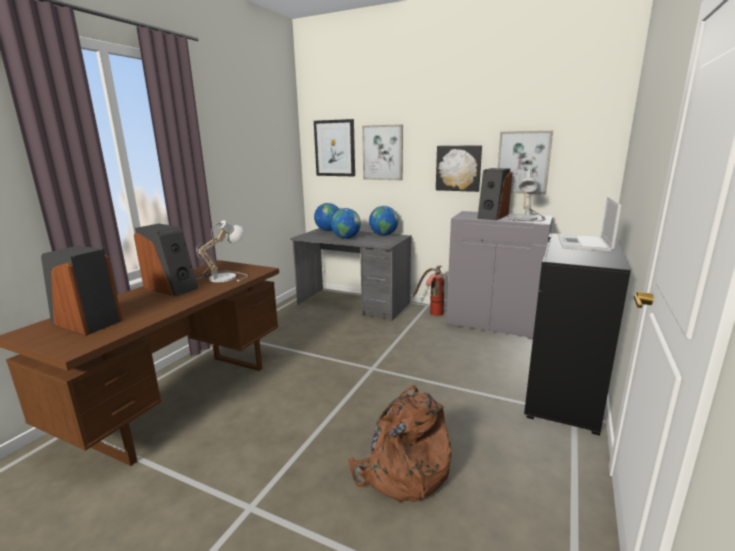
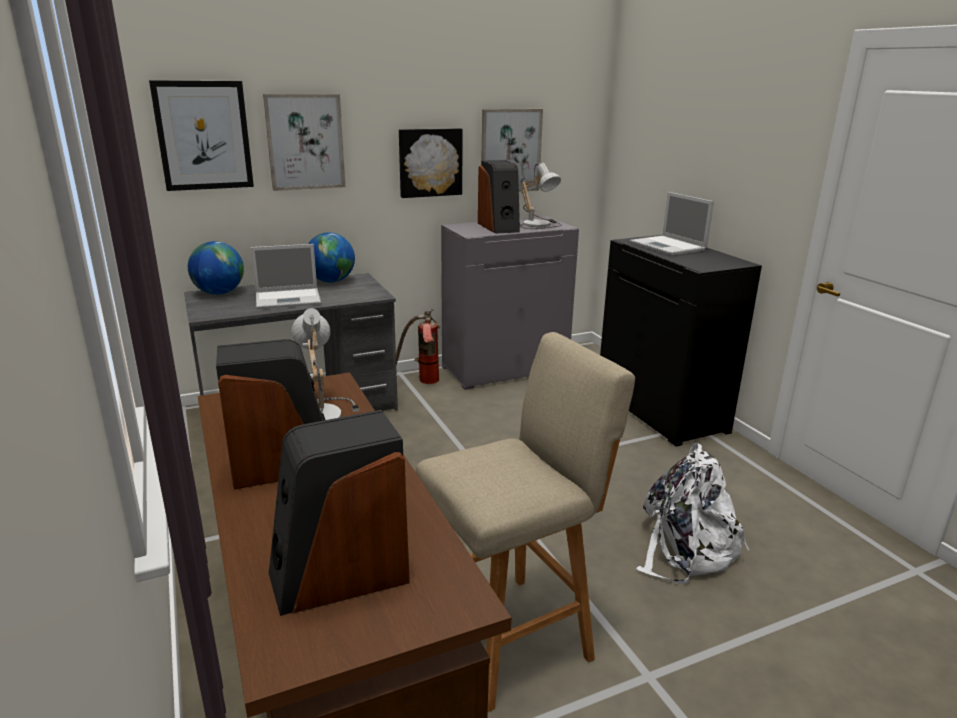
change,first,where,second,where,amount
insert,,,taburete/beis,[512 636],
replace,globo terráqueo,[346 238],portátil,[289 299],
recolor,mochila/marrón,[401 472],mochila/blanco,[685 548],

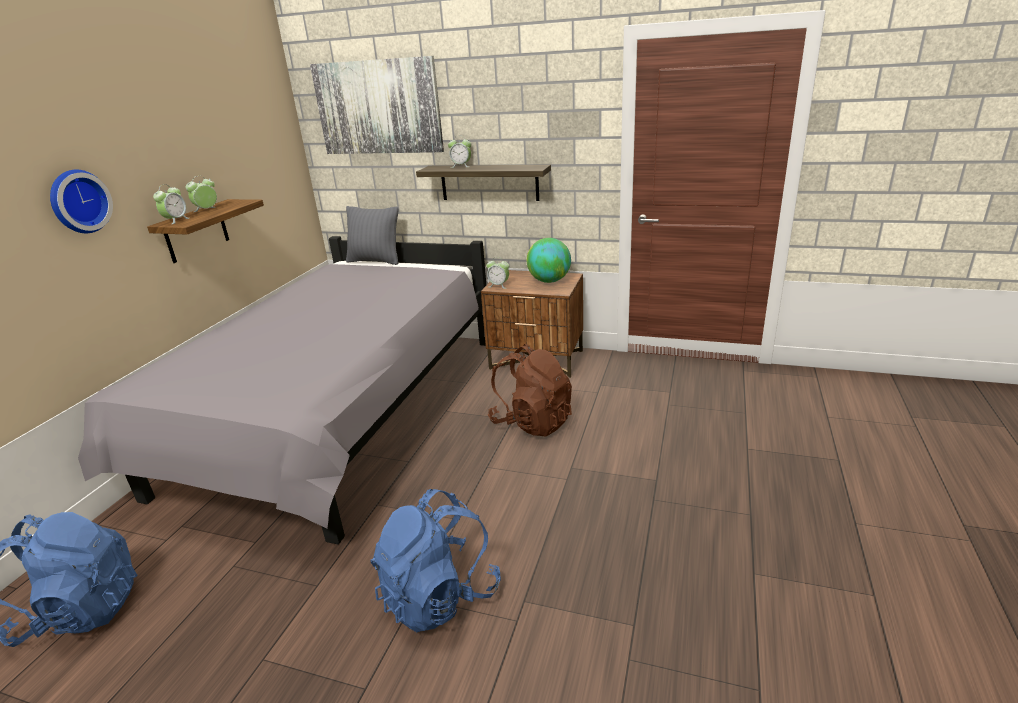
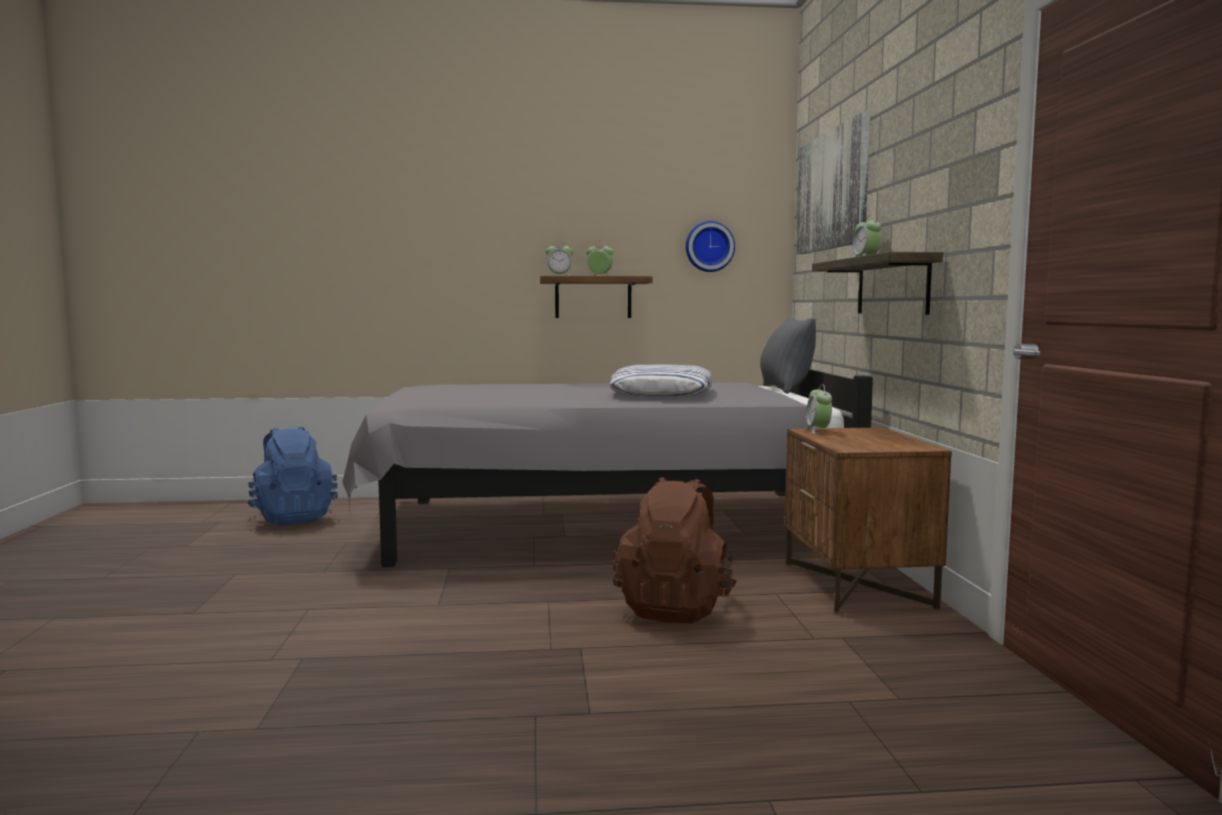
change,first,where,second,where,amount
delete,mochila/azul,[439 595],,,
delete,globo terráqueo,[549 281],,,
insert,,,cojín,[662 392],
move,reloj de pared,[78 201],,[709 247],

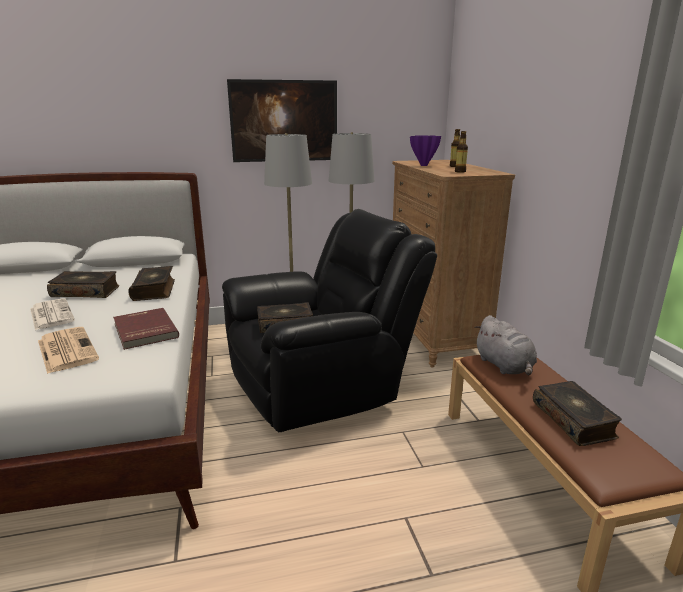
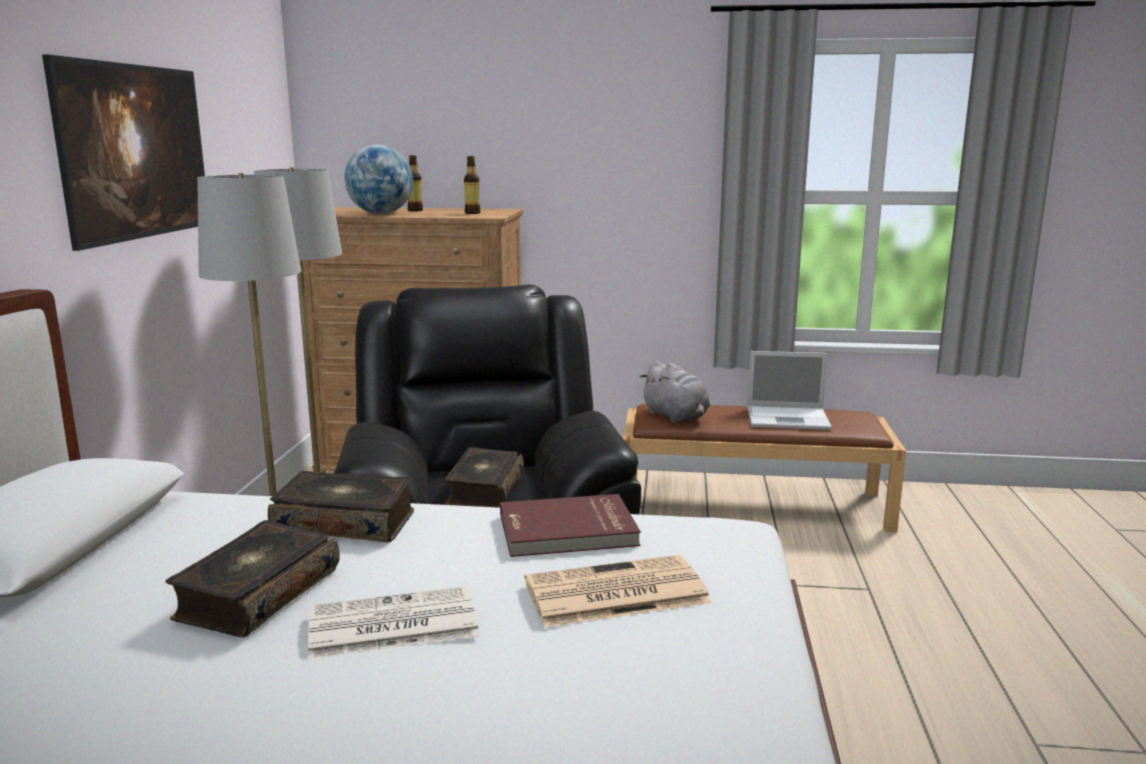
change,first,where,second,where,amount
replace,florero/morado,[424 165],globo terráqueo,[381 214],
replace,libro,[574 420],portátil,[789 418],
rotate,peluche/gris,[504 366],,[676 417],60 degrees clockwise

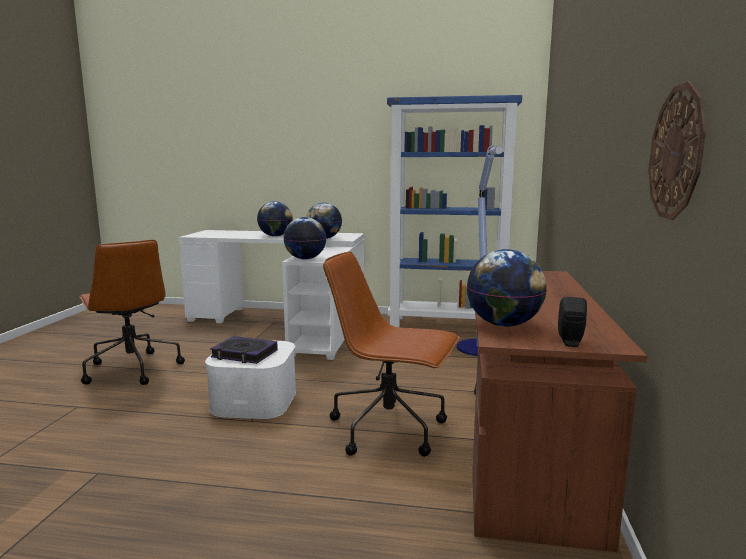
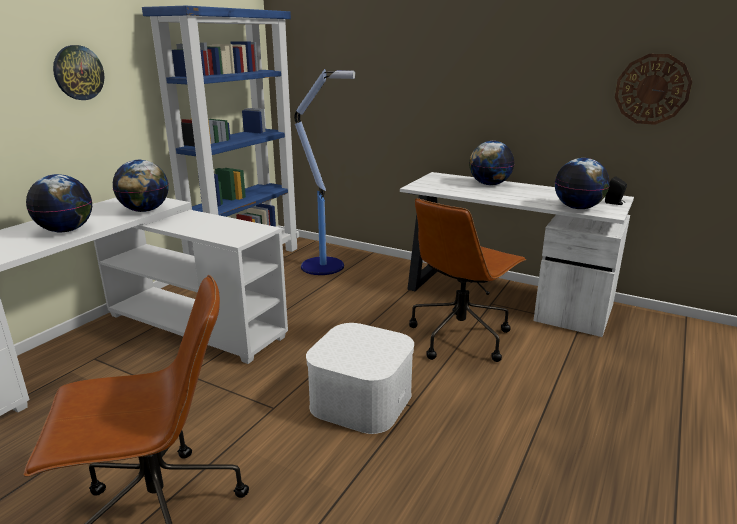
change,first,where,second,where,amount
delete,libro,[244 354],,,
insert,,,reloj de pared,[78 73],
move,globo terráqueo,[305 259],,[489 184],
recolor,escritorio/marrón,[525 446],escritorio/blanco,[503 296],

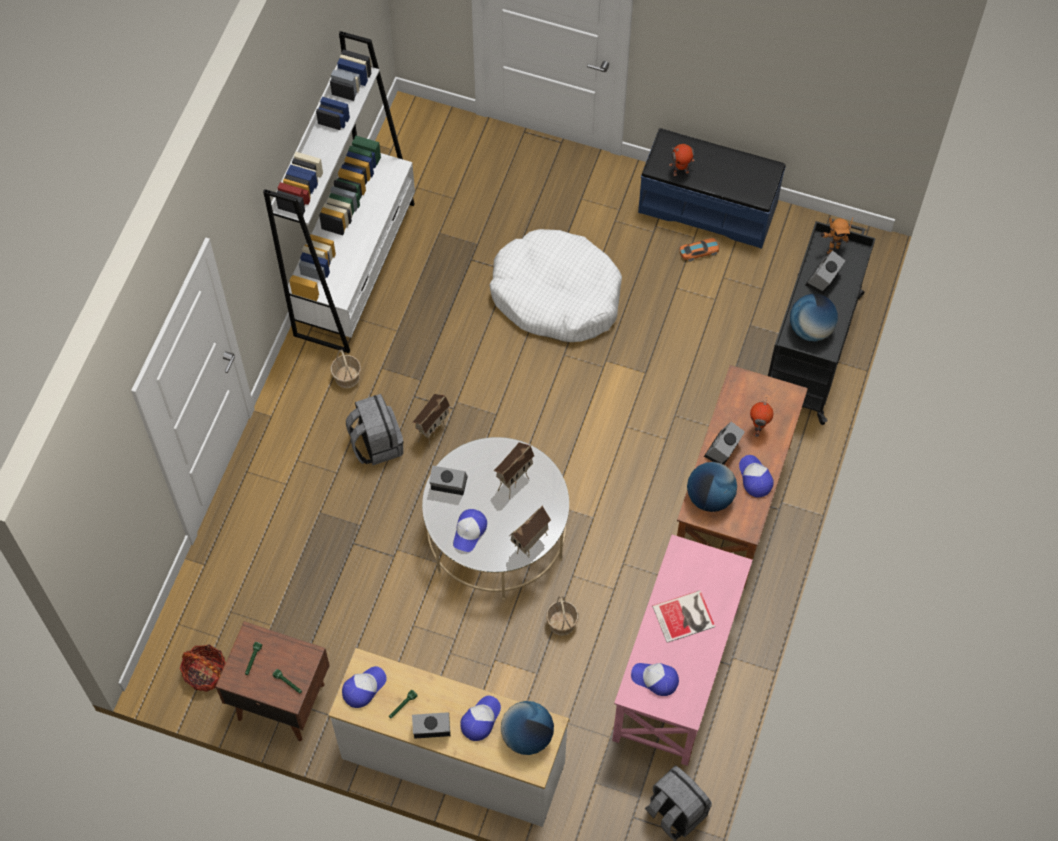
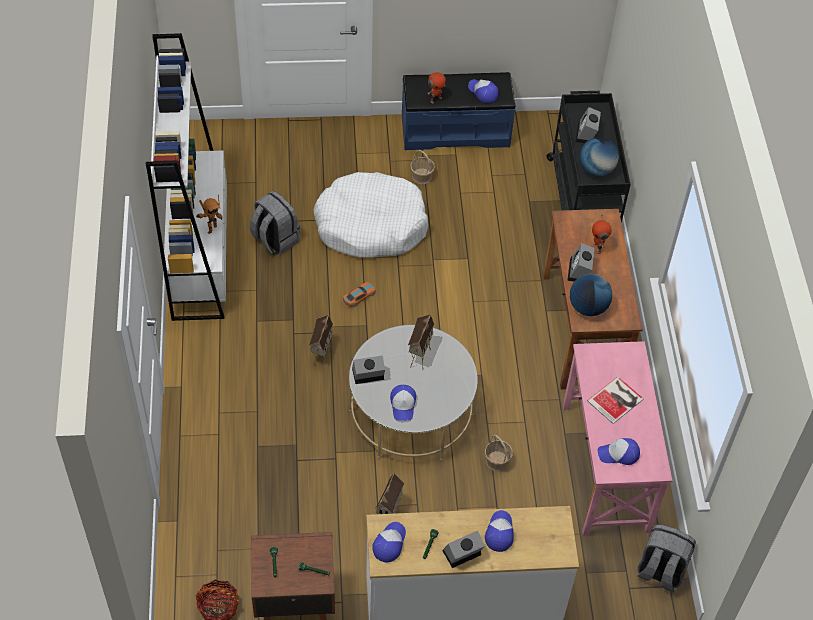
change,first,where,second,where,amount
delete,globo terráqueo,[527 736],,,
move,cesta,[347 377],,[422 176],
move,mochila/gris,[376 443],,[275 239],
move,casita,[530 544],,[389 513],
move,coche de juguete,[699 251],,[359 296],
move,gorra,[754 478],,[483 92],
move,robot de juguete,[831 248],,[210 228],

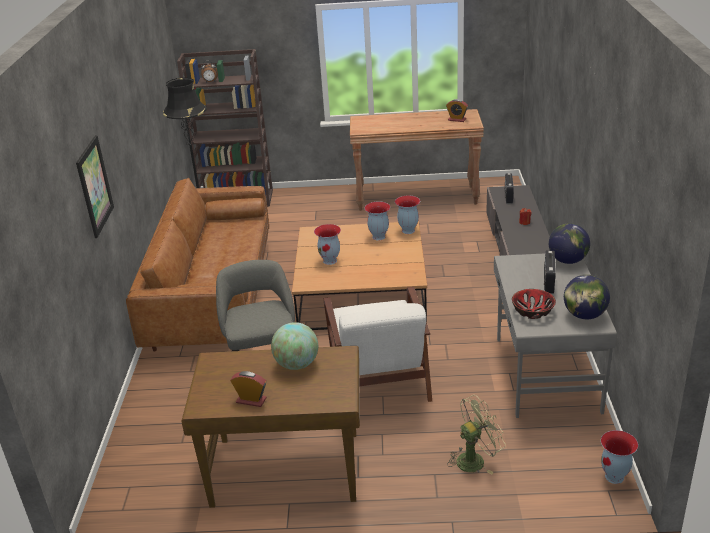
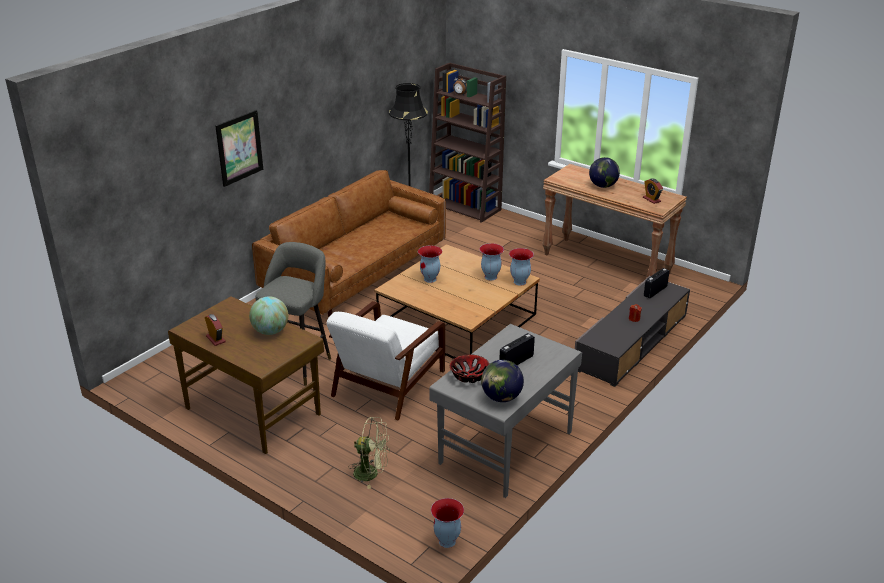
change,first,where,second,where,amount
move,globo terráqueo,[567 261],,[603 186],

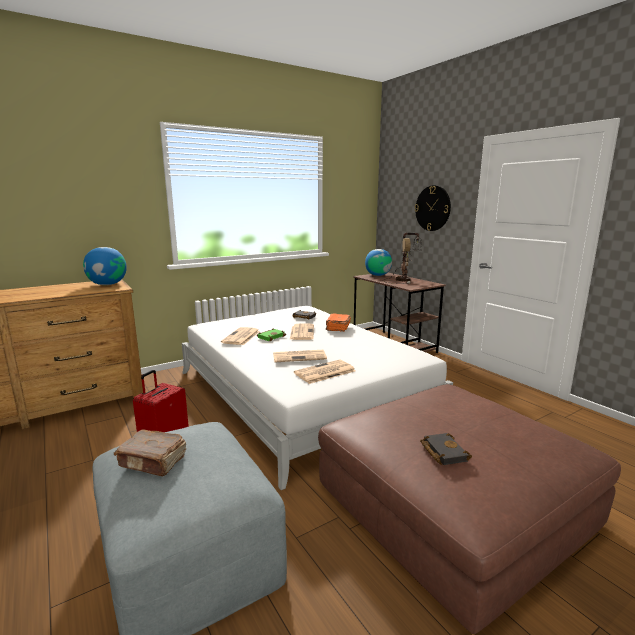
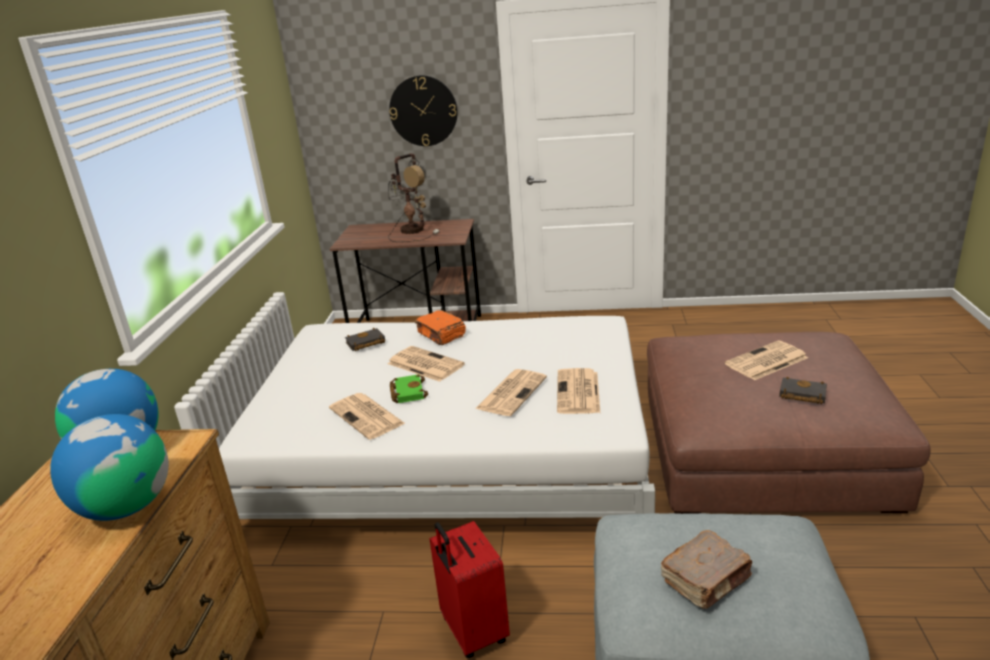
change,first,where,second,where,amount
insert,,,periódico,[766 361],
move,globo terráqueo,[377 275],,[126 507],

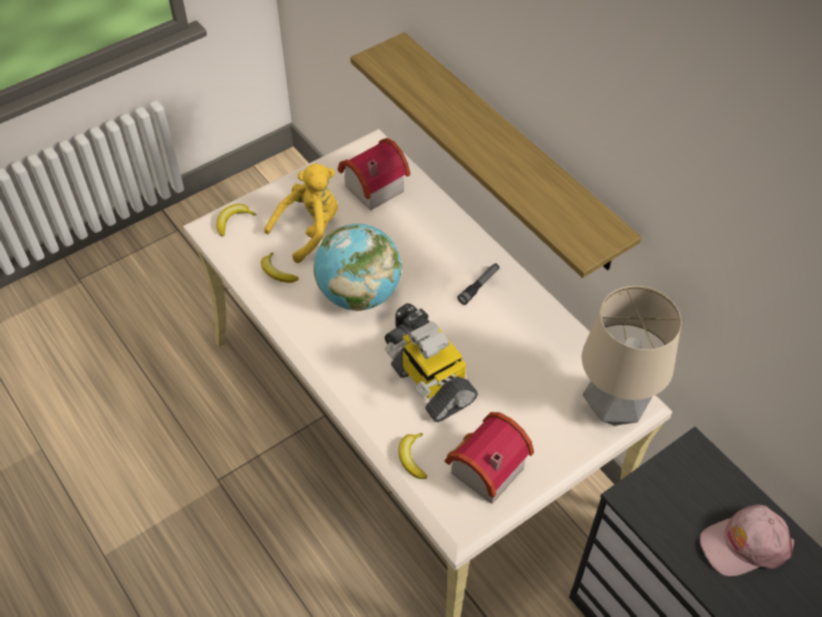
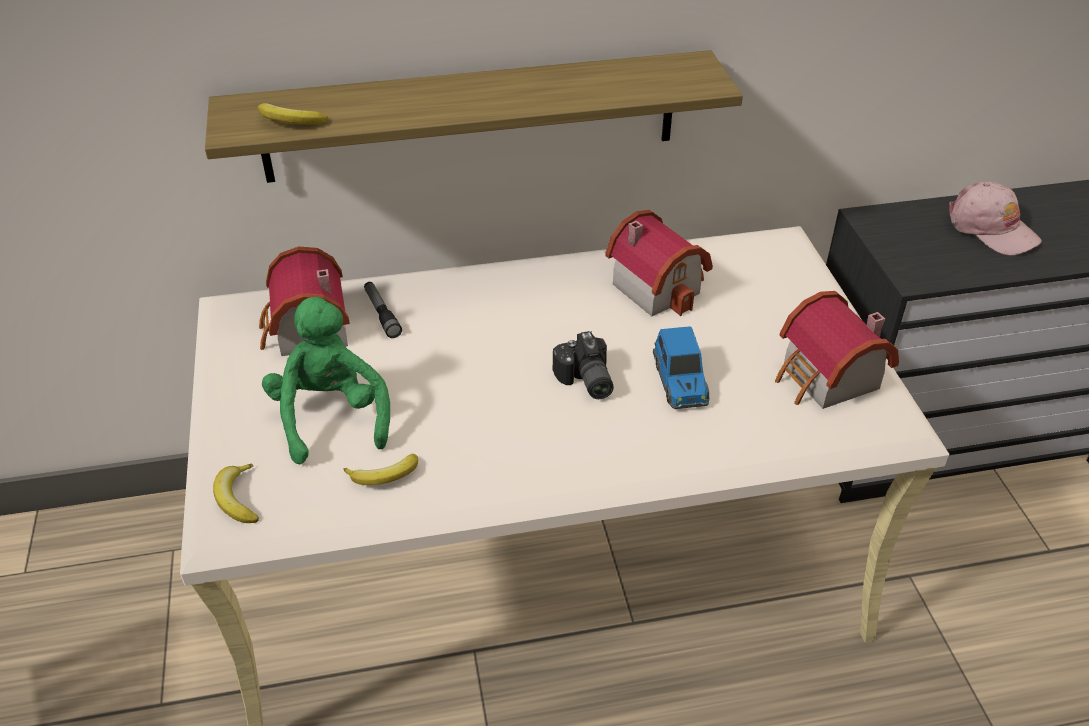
change,first,where,second,where,amount
delete,globo terráqueo,[359 294],,,
delete,lámpara de mesa,[613 410],,,
insert,,,casita,[658 285],
move,plátano,[412 458],,[290 122],
move,linterna,[479 286],,[382 314],
replace,robot de juguete,[431 385],coche de juguete,[680 383],
recolor,peluche/amarillo,[309 230],peluche/verde,[331 417],
rotate,gorra/rosa,[744 544],,[991 228],45 degrees counterclockwise

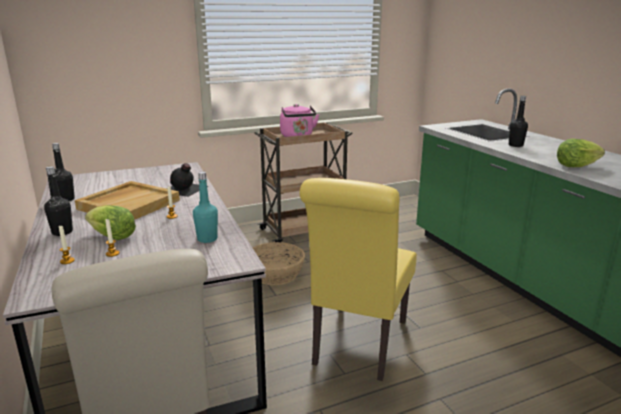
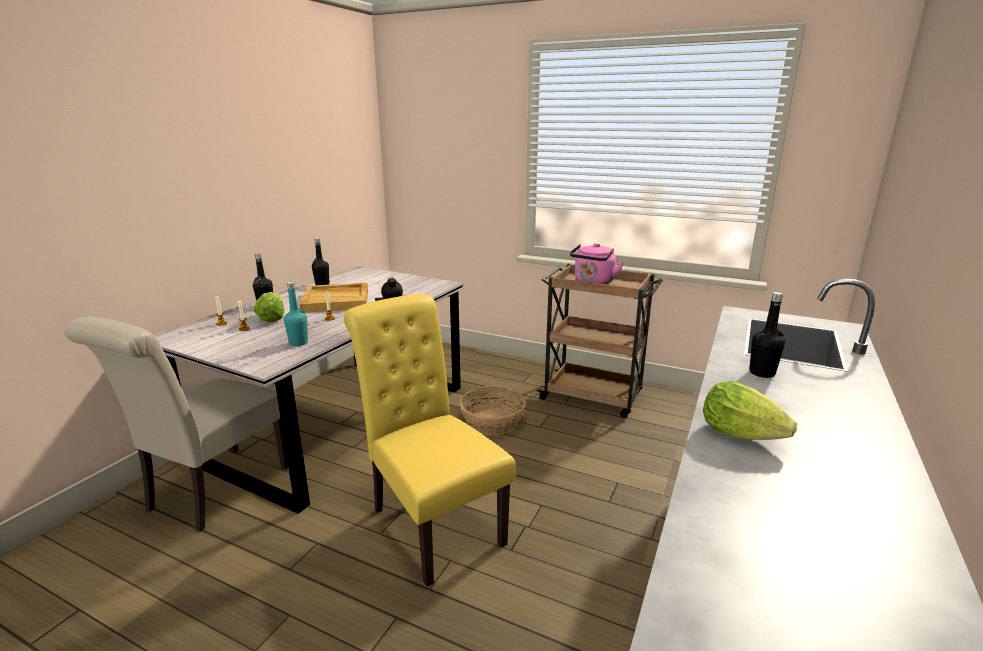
change,first,where,second,where,amount
rotate,silla/amarillo,[357 345],,[431 521],75 degrees clockwise

